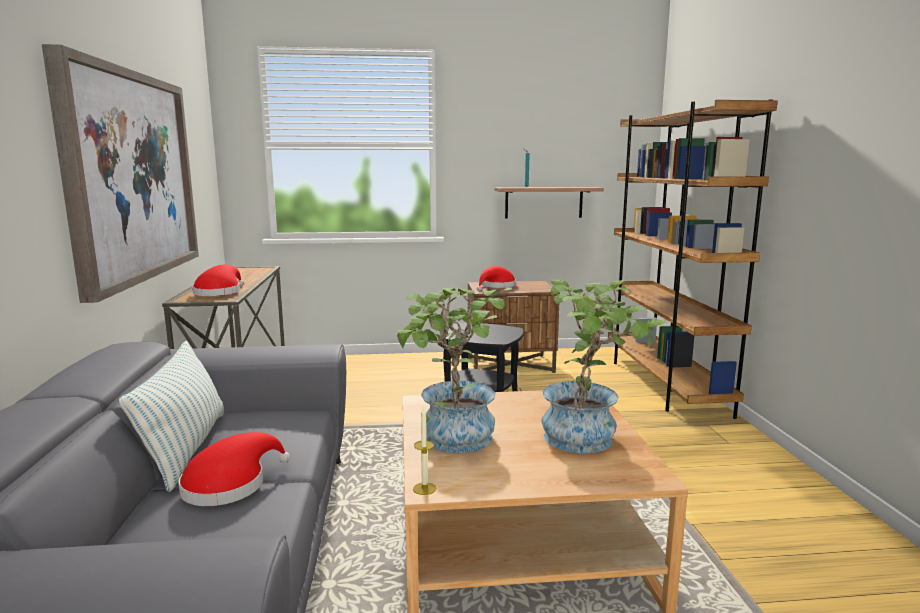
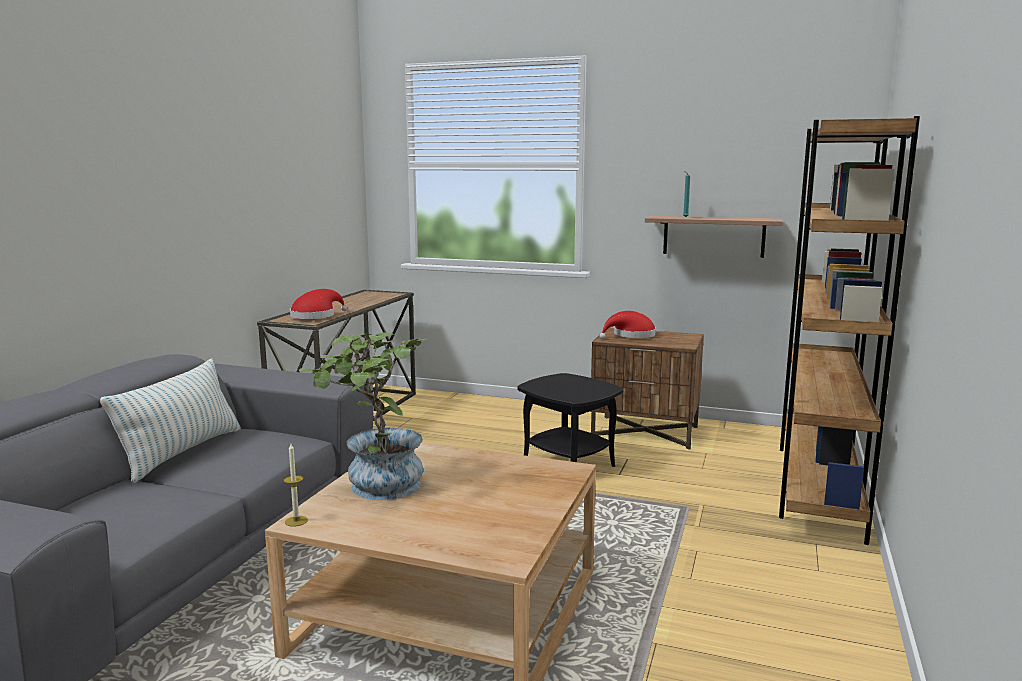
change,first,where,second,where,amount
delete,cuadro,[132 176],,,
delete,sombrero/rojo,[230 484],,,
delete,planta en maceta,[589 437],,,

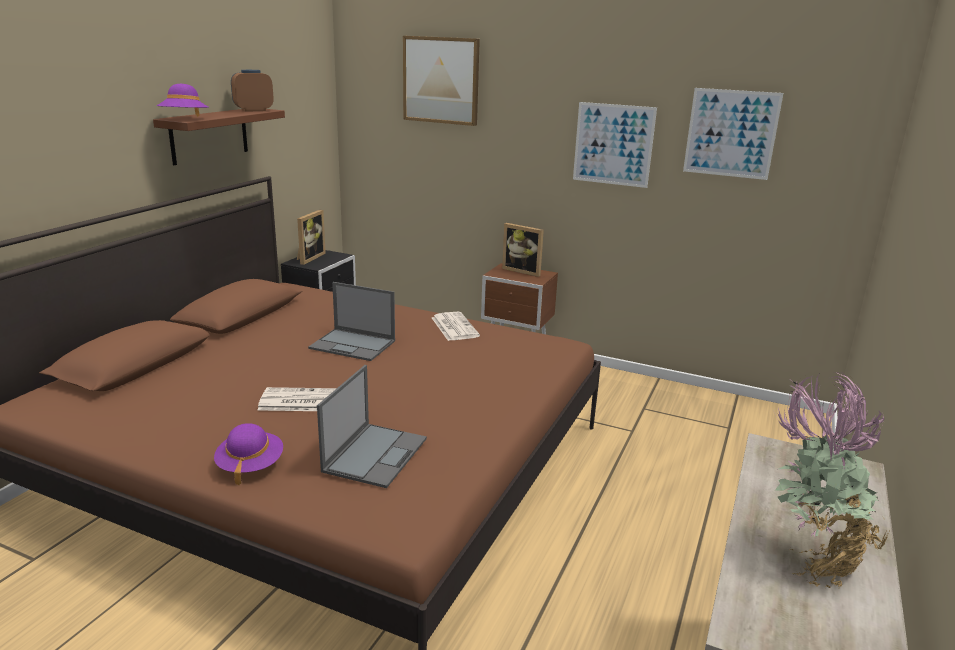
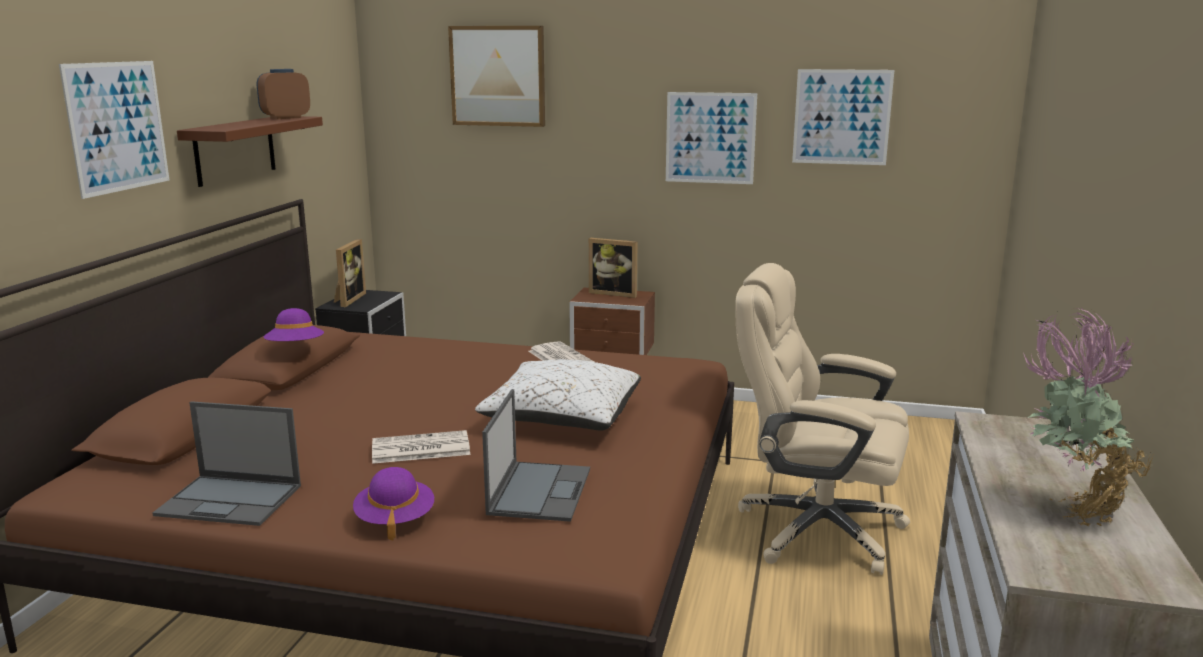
change,first,where,second,where,amount
insert,,,cuadro,[117 126],
insert,,,cojín/blanco,[562 418],
insert,,,silla de oficina/beis,[815 530],
move,sombrero/morado,[184 119],,[295 348],
move,portátil,[353 345],,[231 500],

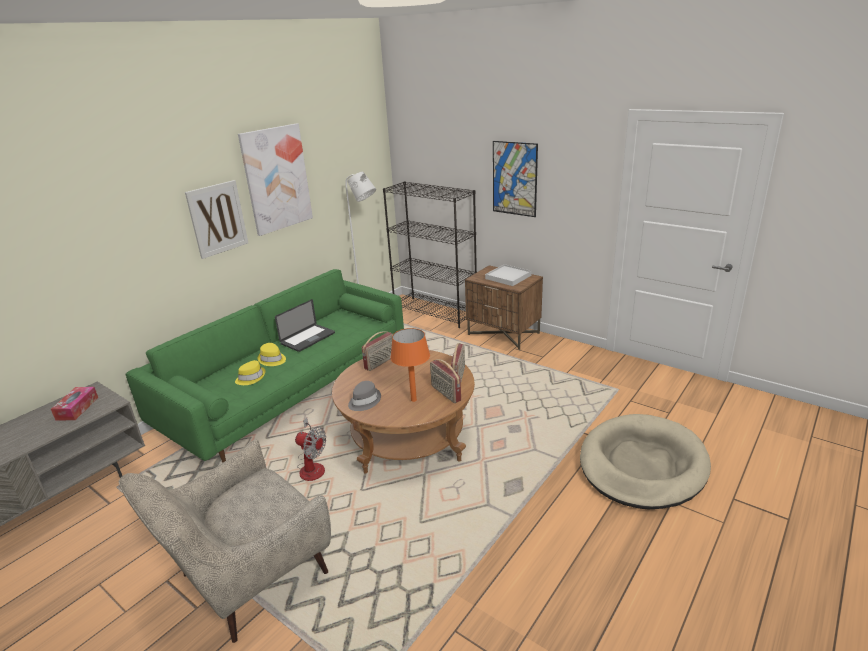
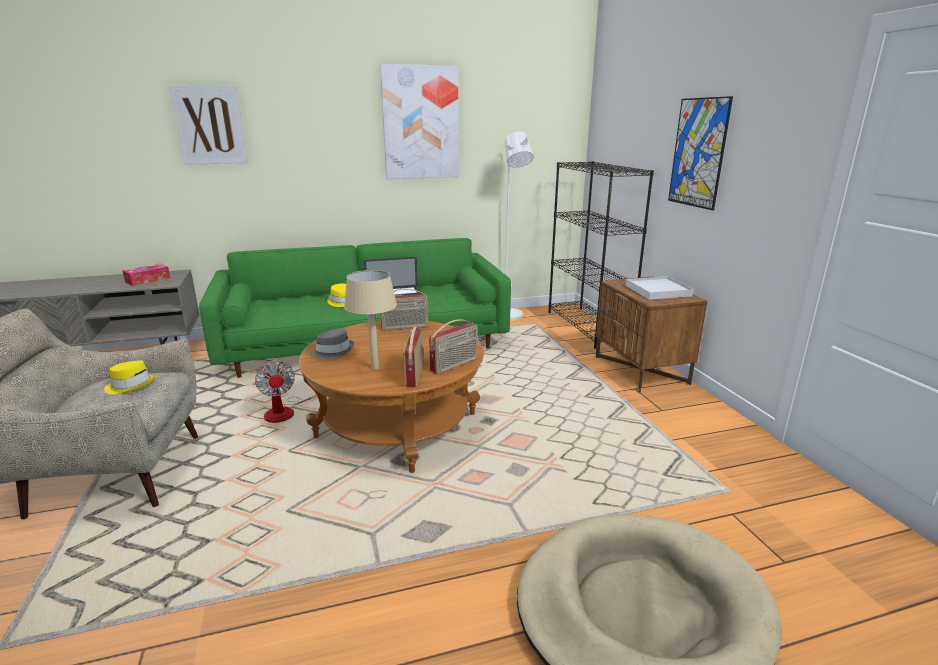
change,first,where,second,where,amount
move,cuadro,[217 219],,[210 125],
move,sombrero/amarillo,[251 378],,[130 385],
recolor,lámpara de mesa/naranja,[414 400],lámpara de mesa/beis,[375 367],

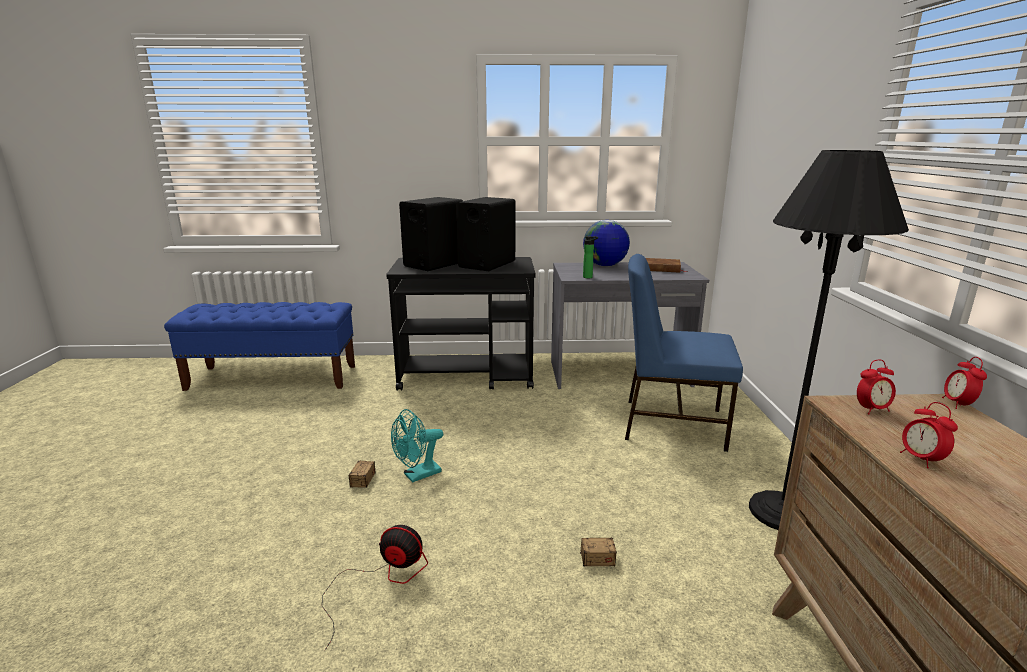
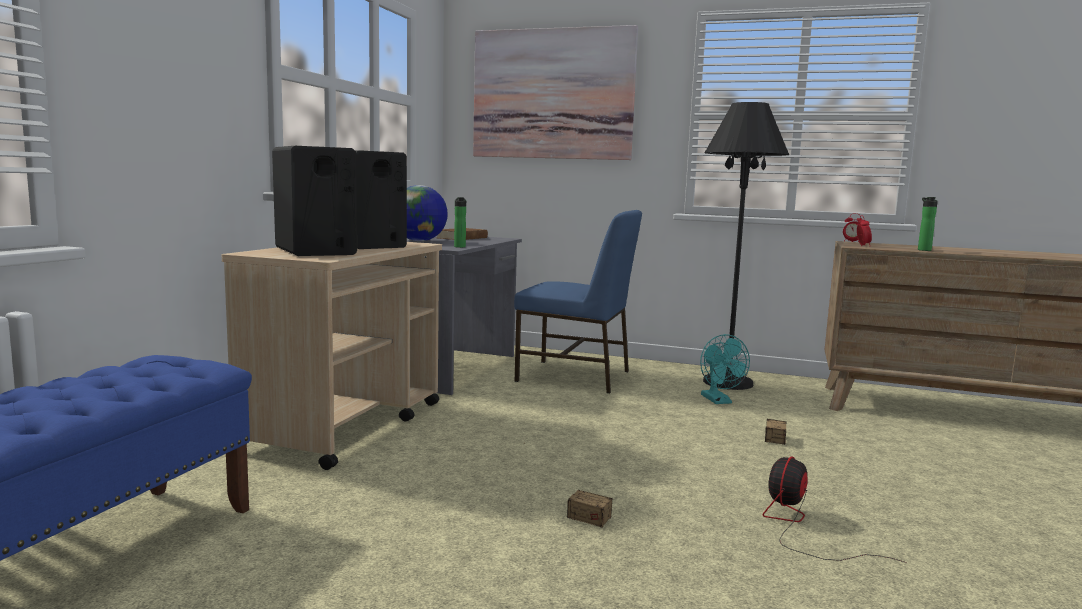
change,first,where,second,where,amount
insert,,,cuadro,[552 94],
move,ventilador/turquesa,[417 475],,[719 401],
replace,despertador,[920 459],botella,[923 250],
recolor,carrito/negro,[467 376],carrito/beis,[346 425],
rotate,silla/azul,[671 423],,[575 376],105 degrees counterclockwise

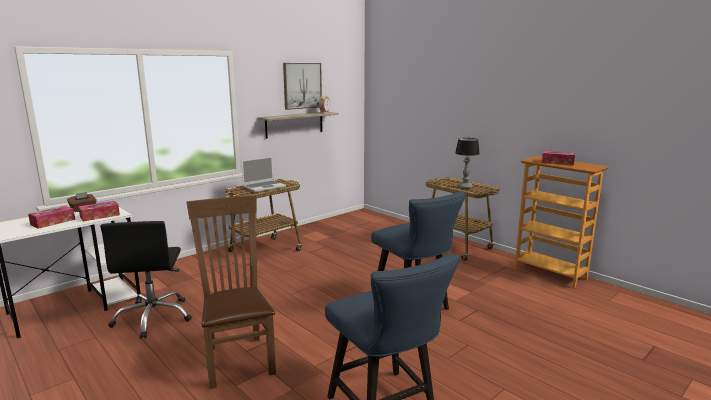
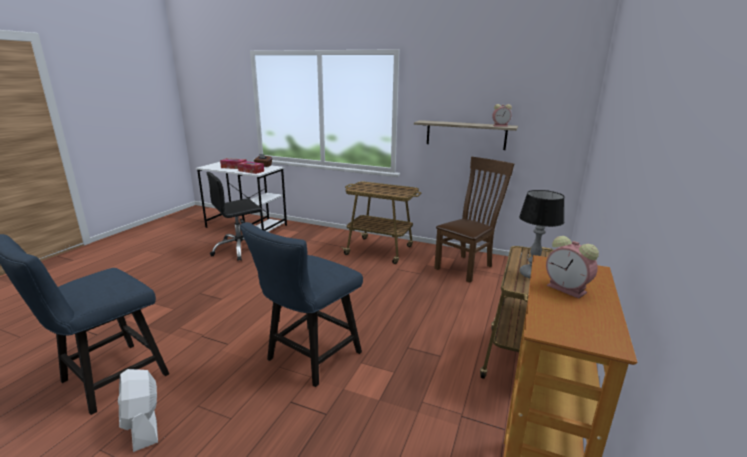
change,first,where,second,where,amount
delete,portátil,[264 187],,,
delete,cuadro,[302 85],,,
insert,,,ventilador/blanco,[143 425],
move,silla/marrón,[238 357],,[466 266],
replace,caja de pañuelos,[557 162],despertador,[568 289],

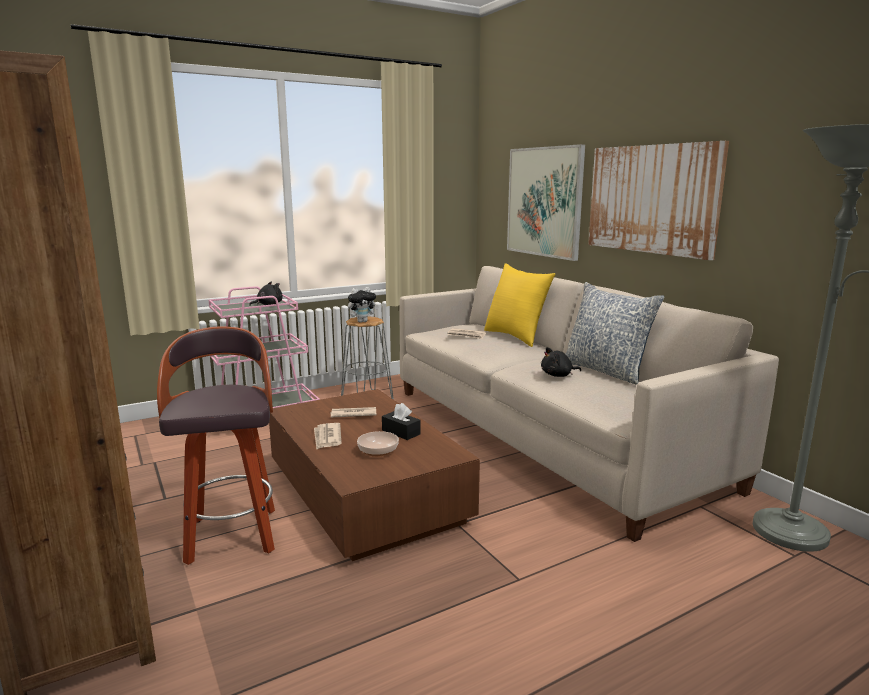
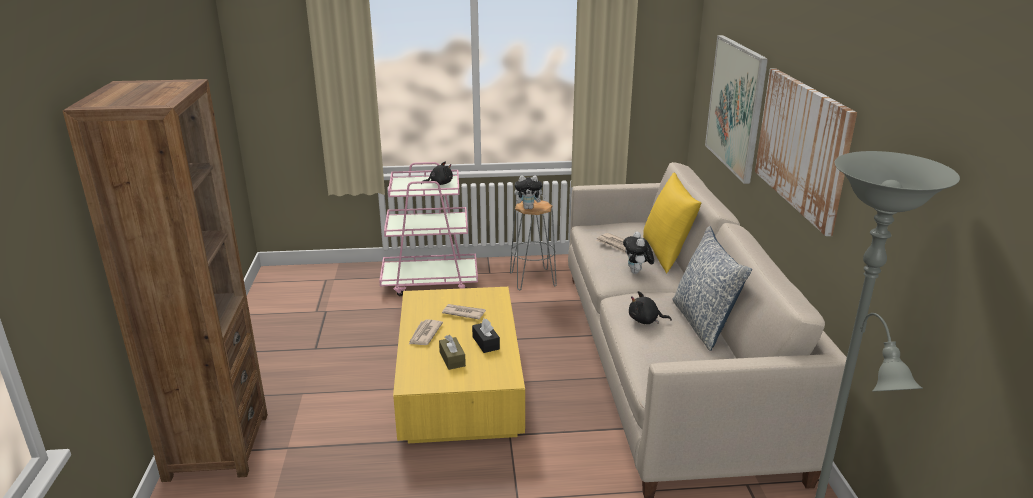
change,first,where,second,where,amount
delete,taburete,[232 534],,,
insert,,,peluche,[637 272],
replace,cuenco,[379 451],caja de pañuelos/marrón,[452 359],
recolor,mesa de centro/marrón,[366 493],mesa de centro/amarillo,[459 384],

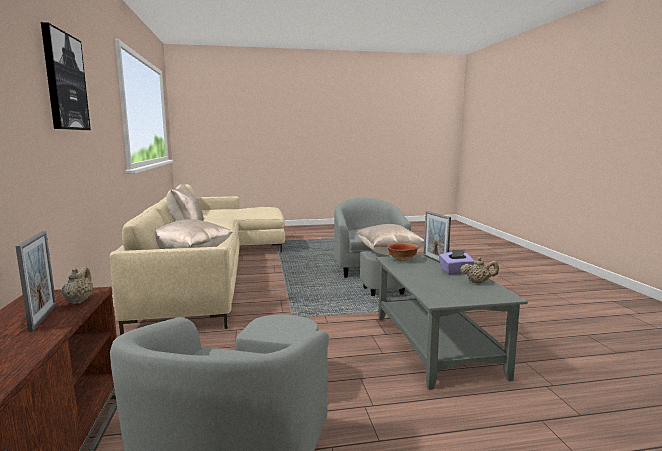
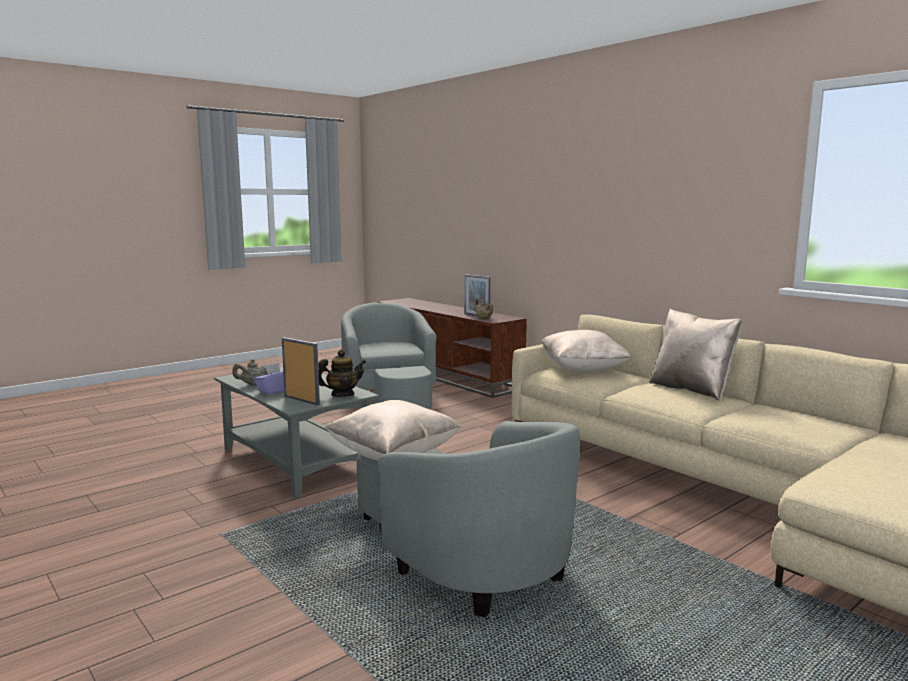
change,first,where,second,where,amount
delete,cuadro,[64 82],,,
replace,cuenco,[402 260],tetera,[342 395],

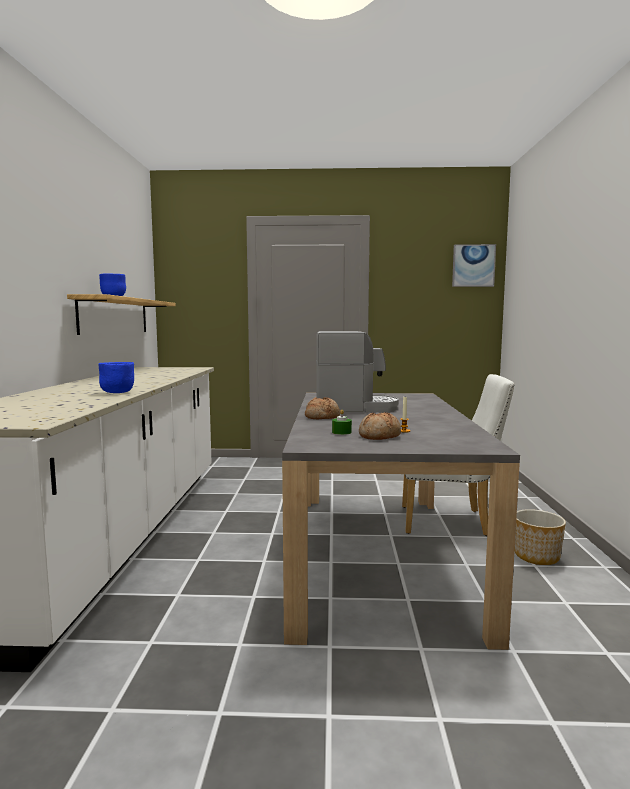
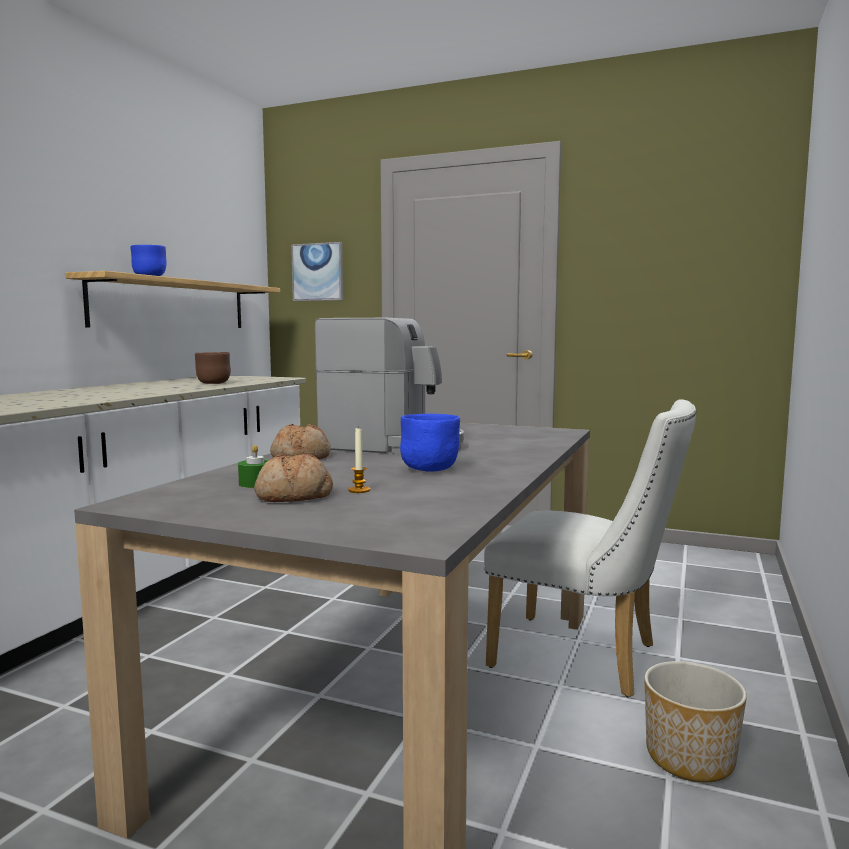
change,first,where,second,where,amount
insert,,,cuenco/marrón,[213 383],
move,cuenco/azul,[118 392],,[430 469],
move,cuadro,[473 265],,[318 272],

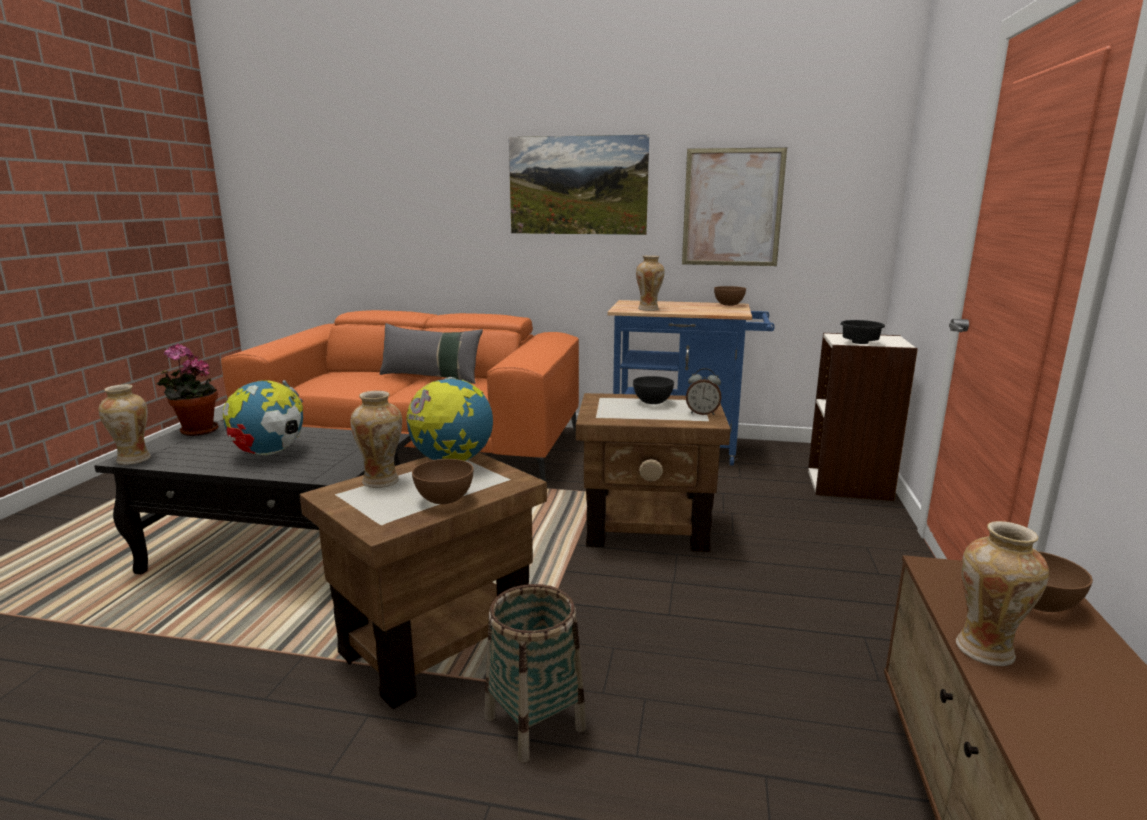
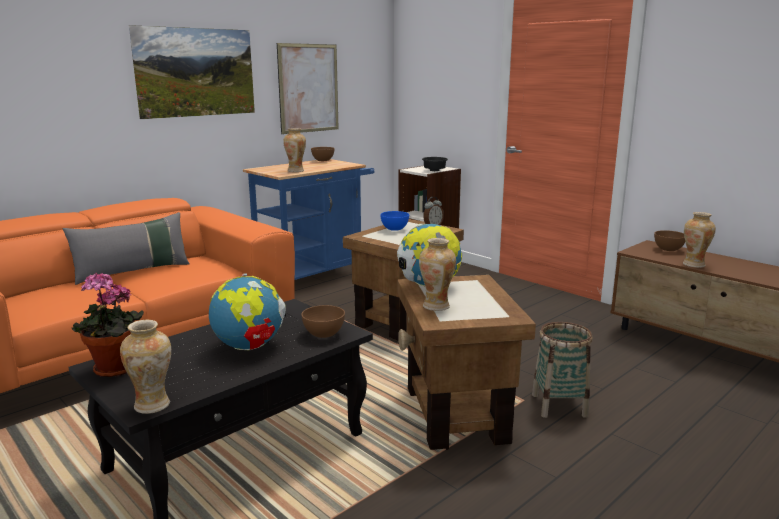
change,first,where,second,where,amount
move,cuenco/marrón,[444 499],,[323 334],
recolor,cuenco/gris,[652 402],cuenco/azul,[394 229],

